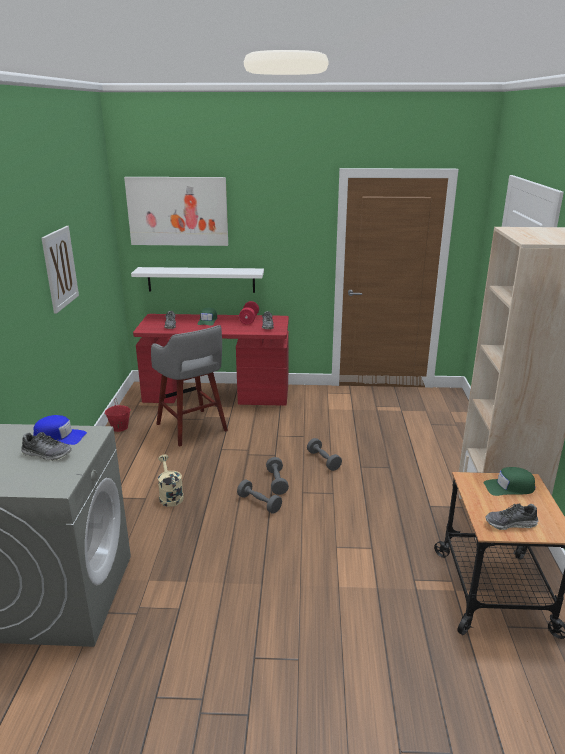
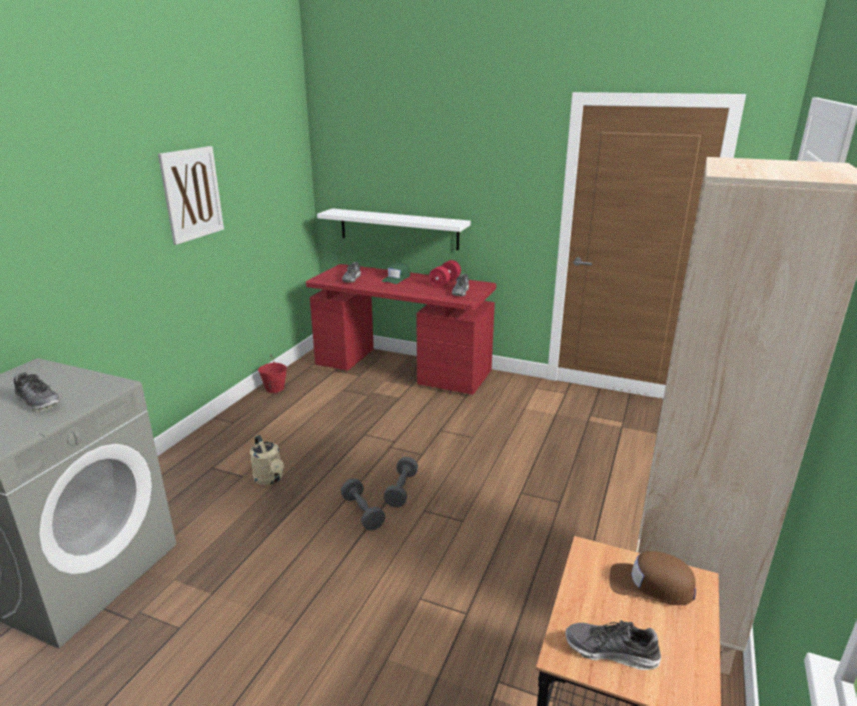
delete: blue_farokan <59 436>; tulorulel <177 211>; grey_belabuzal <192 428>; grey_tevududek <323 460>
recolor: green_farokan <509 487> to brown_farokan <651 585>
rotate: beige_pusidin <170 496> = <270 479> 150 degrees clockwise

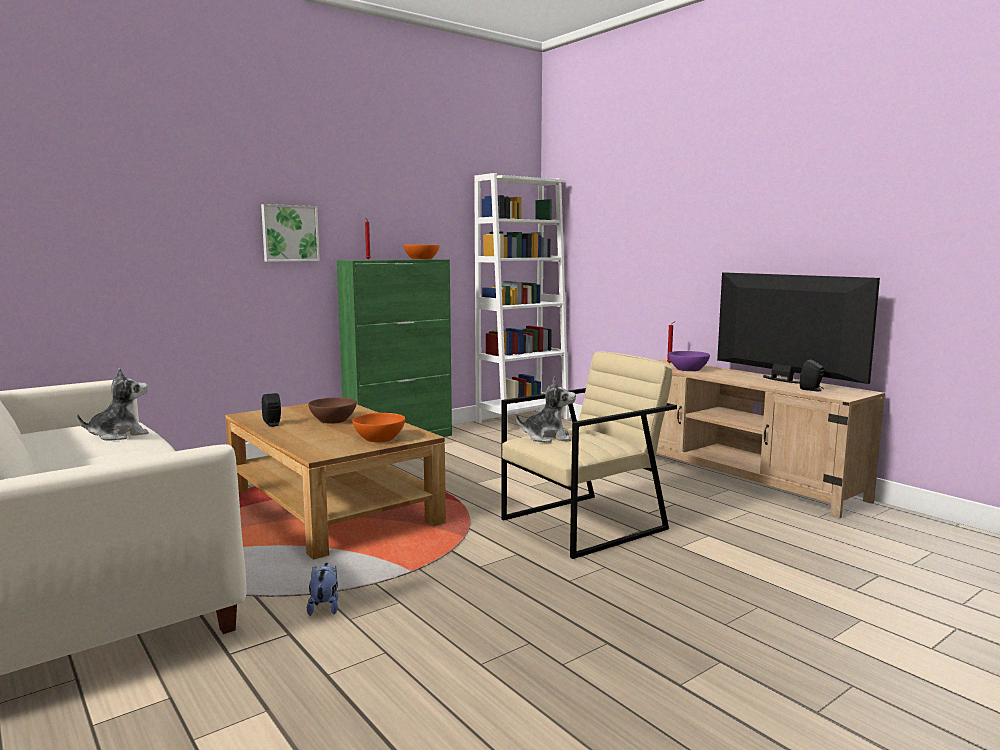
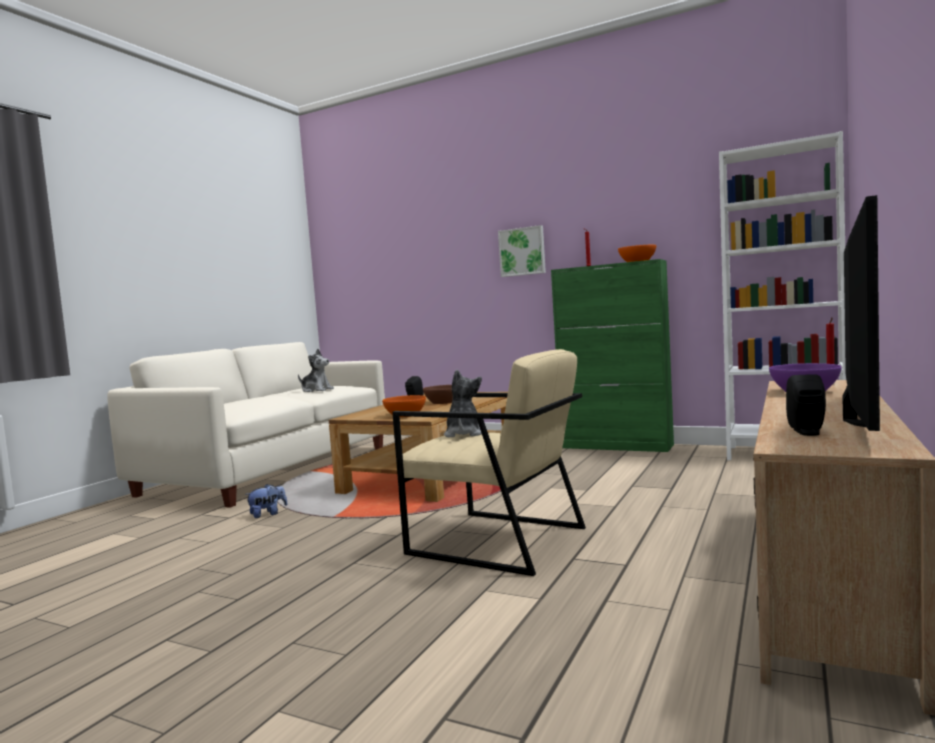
rotate: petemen <547 437> = <463 434> 150 degrees counterclockwise

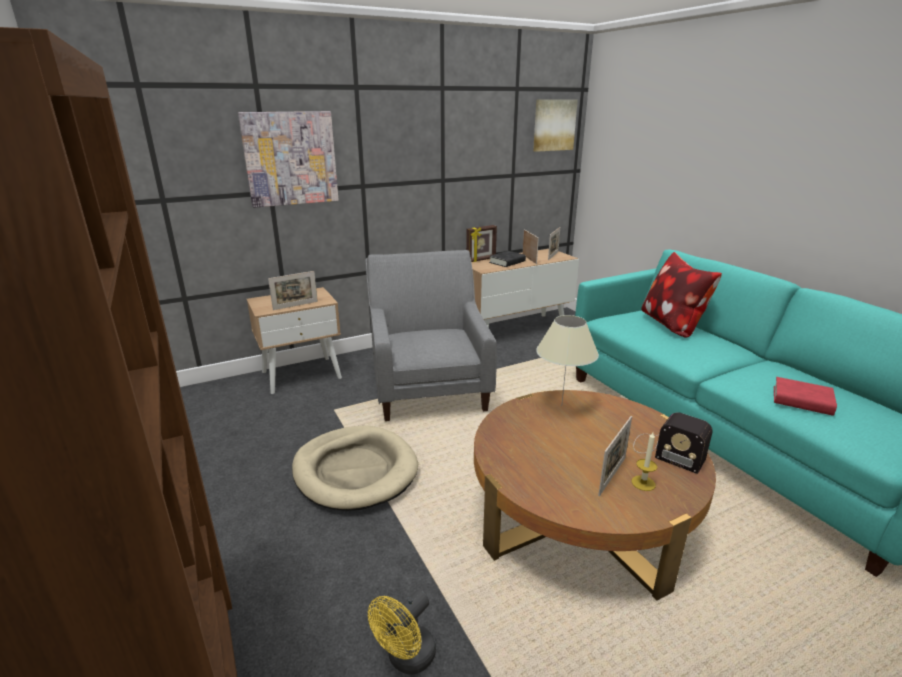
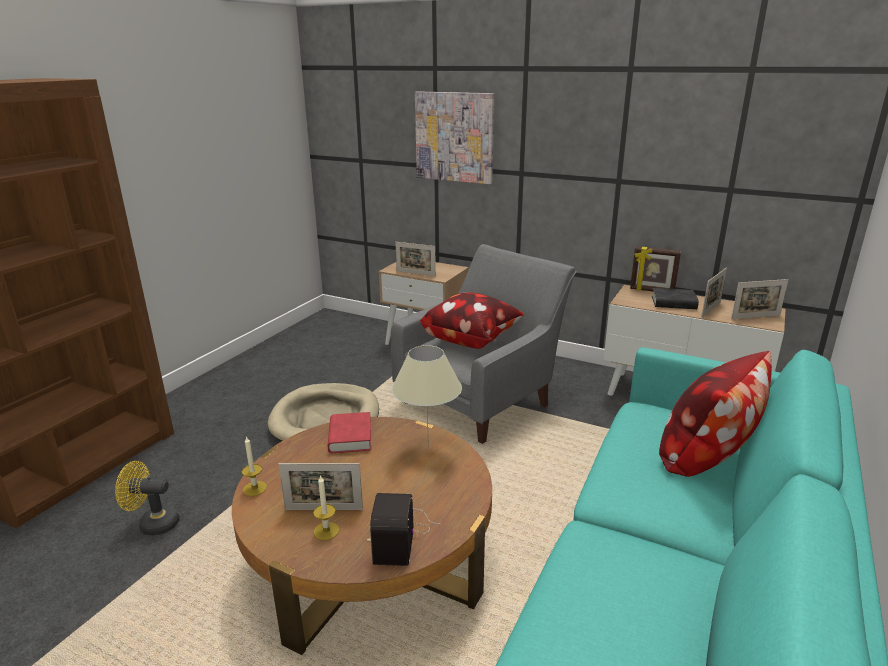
delete: tulorulel <554 125>
insert: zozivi <255 488>; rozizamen <471 339>
move: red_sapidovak <802 401> to <350 437>

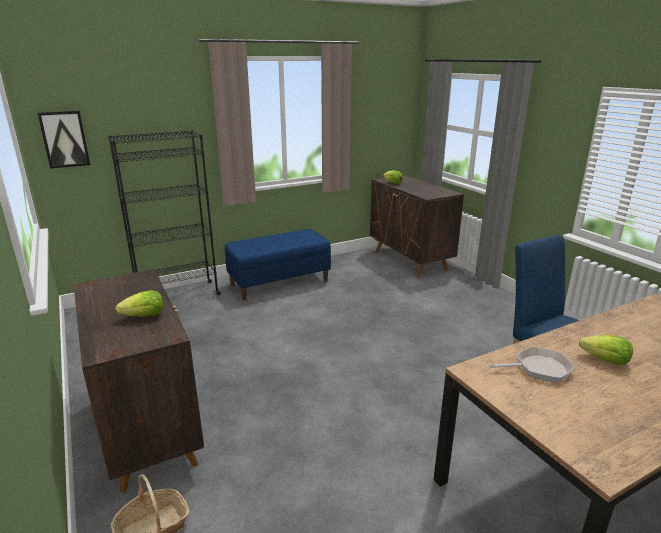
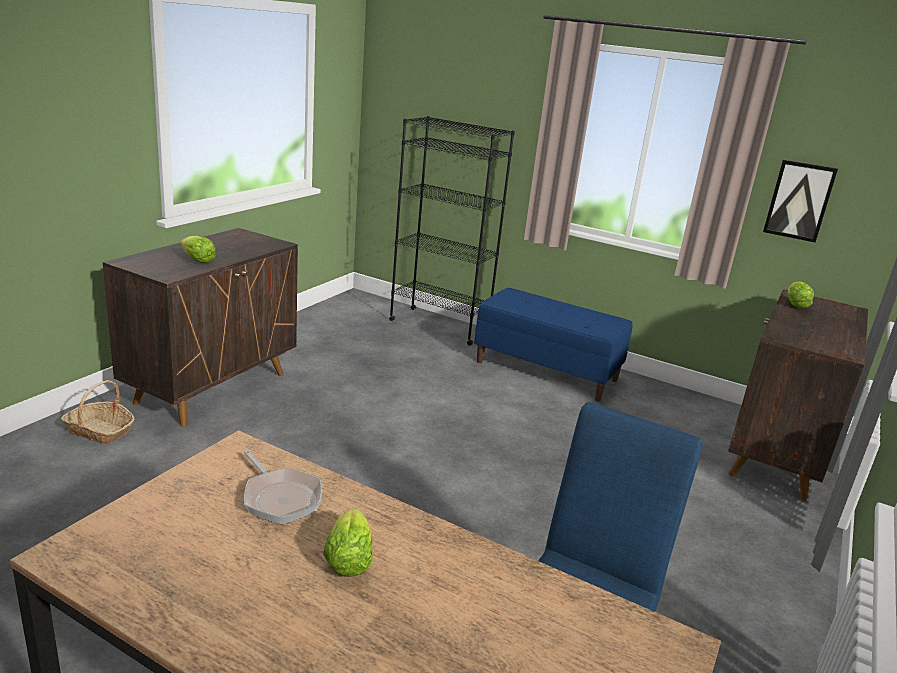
move: tulorulel <64 139> to <799 200>

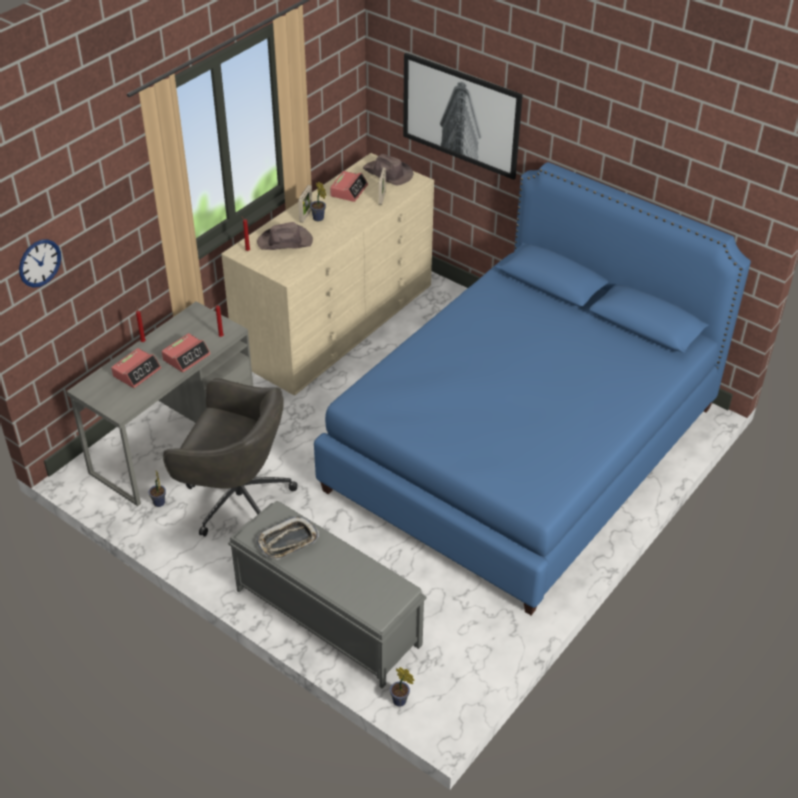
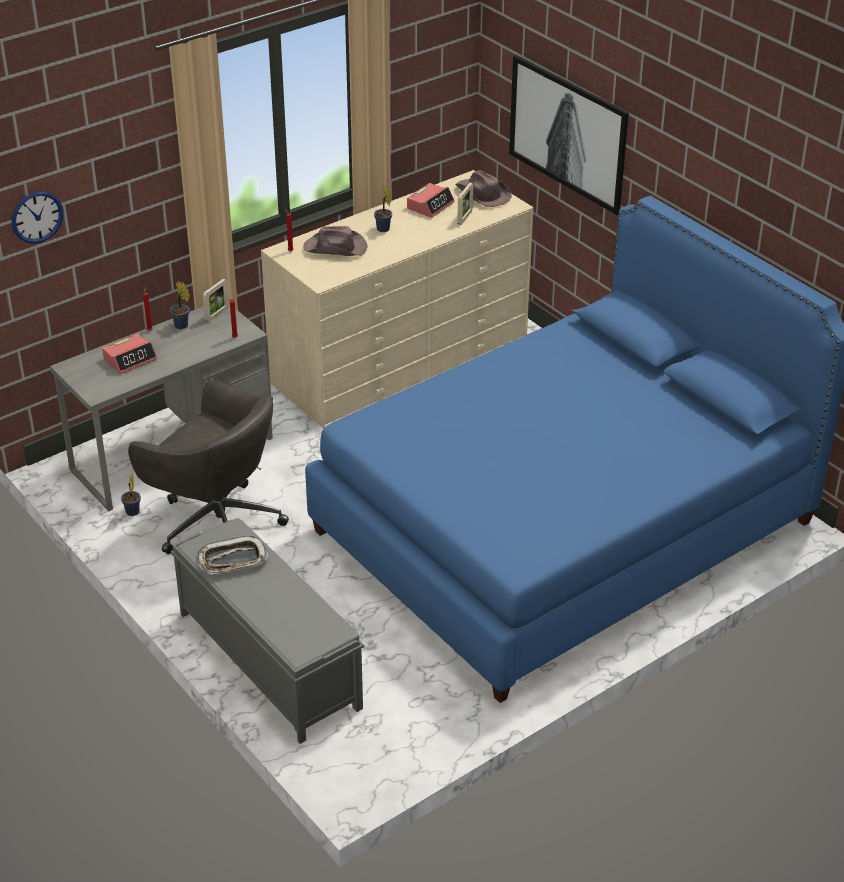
delete: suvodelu <186 357>
move: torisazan <306 215> to <217 314>; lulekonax <401 701> to <182 326>

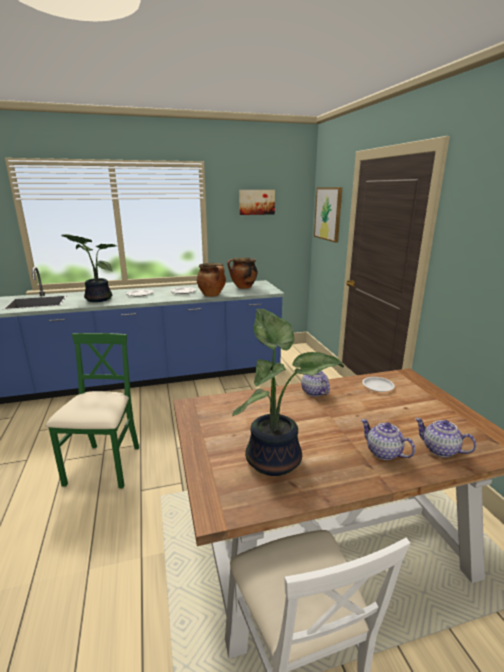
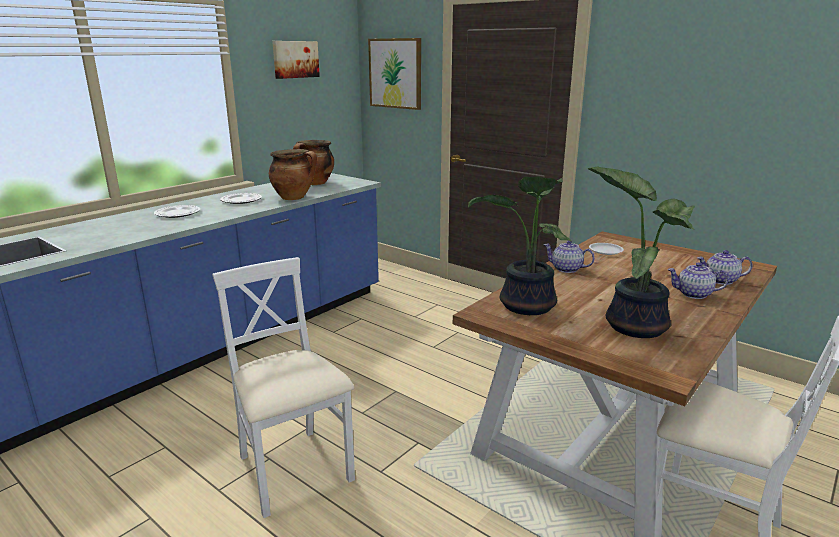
move: lulekonax <97 299> to <525 307>
recolor: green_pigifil <104 466> to white_pigifil <294 470>

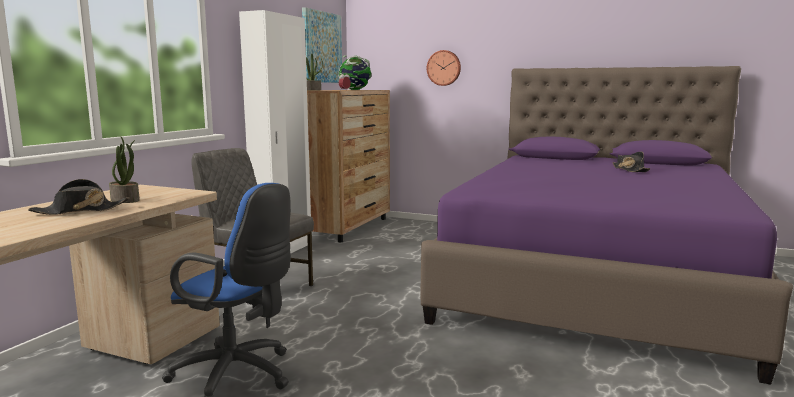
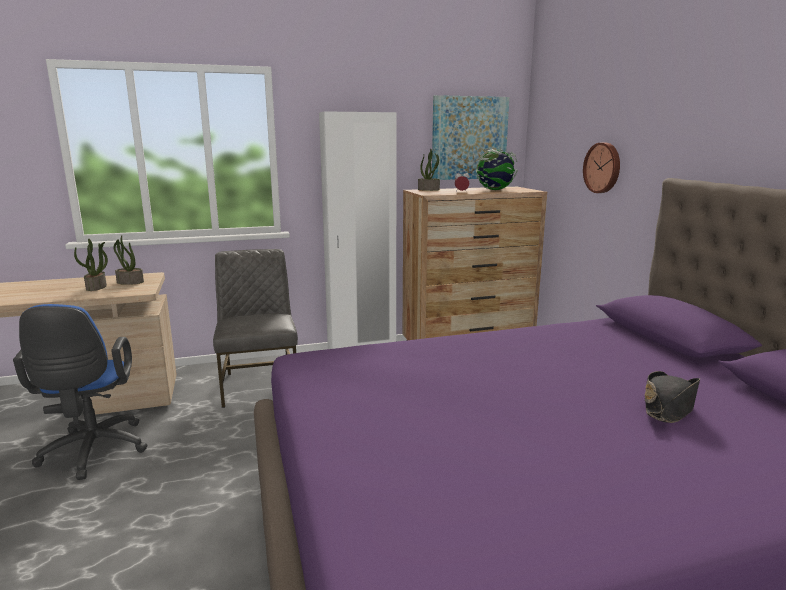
delete: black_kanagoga <81 211>
insert: lulekonax <129 282>

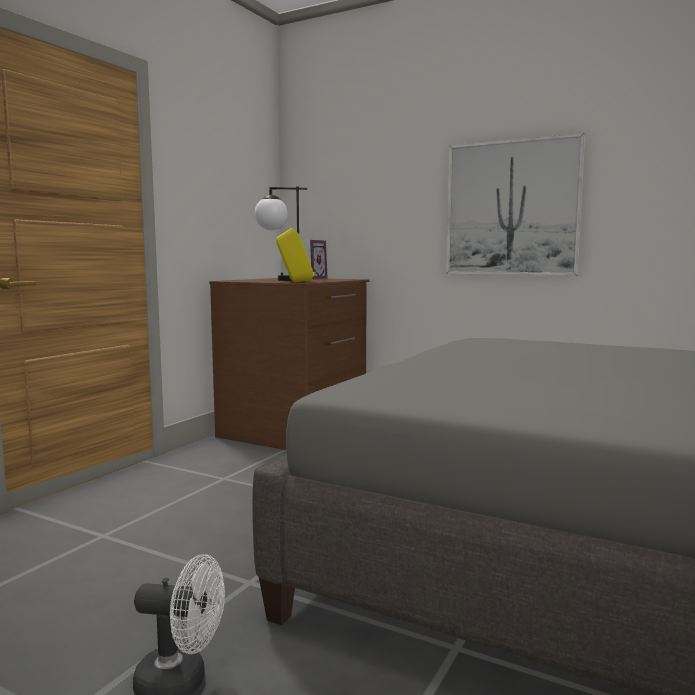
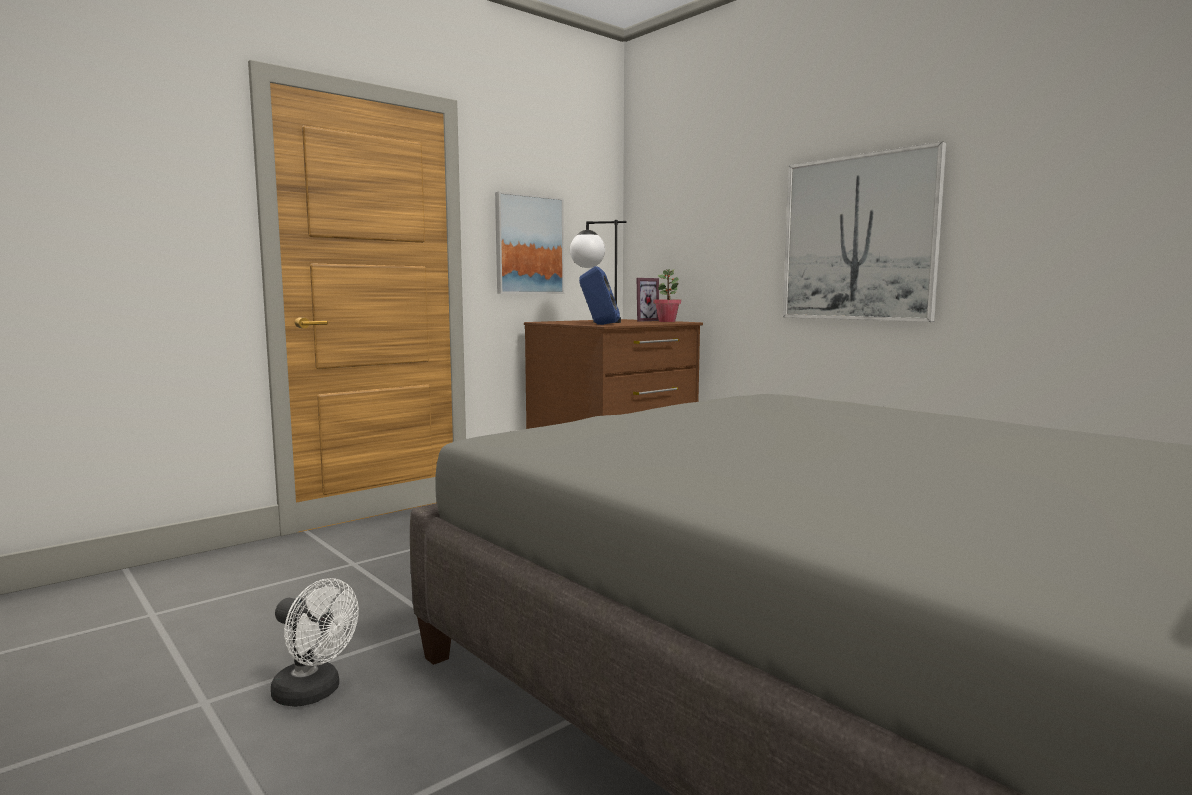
insert: tulorulel <529 245>; lulekonax <667 321>
recolor: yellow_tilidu <295 282> to blue_tilidu <599 324>

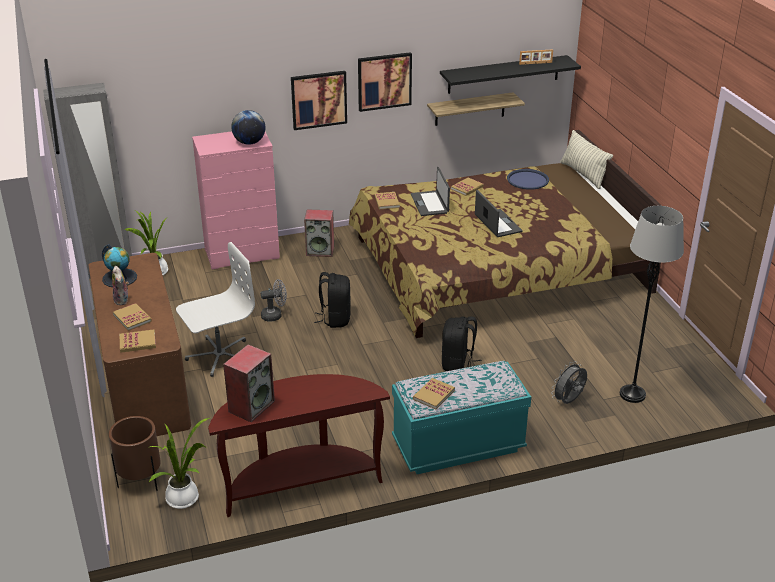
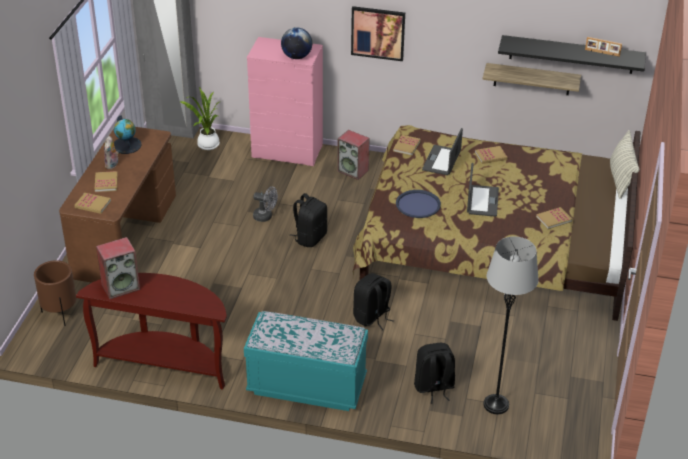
delete: lulekonax <185 498>; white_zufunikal <219 356>; tulorulel <384 81>
move: sapidovak <433 395> to <553 219>; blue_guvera <528 180> to <418 204>
replace: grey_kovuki <568 401> to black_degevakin <433 387>

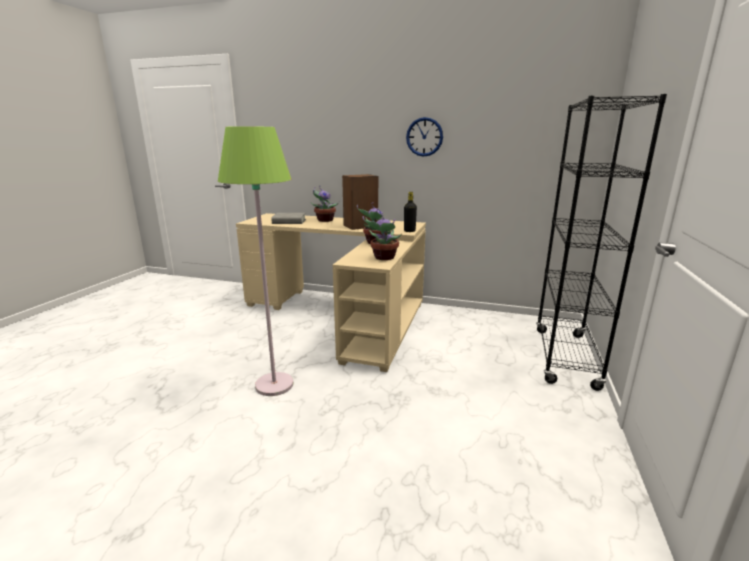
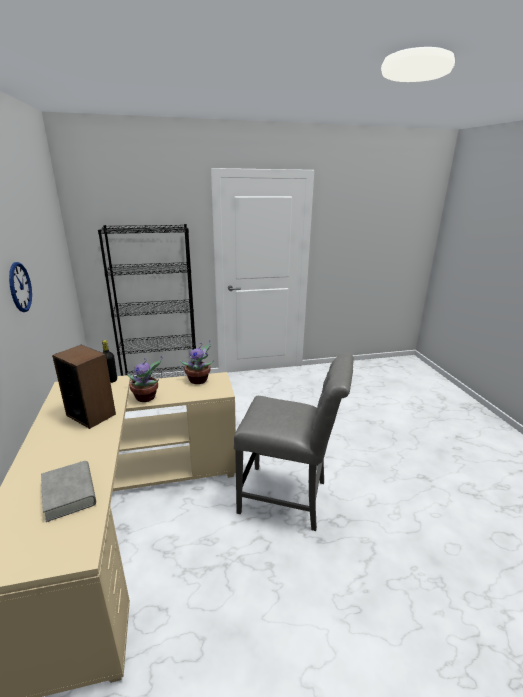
delete: lulekonax <324 220>
replace: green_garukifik <274 385> to grey_pigifil <288 498>

